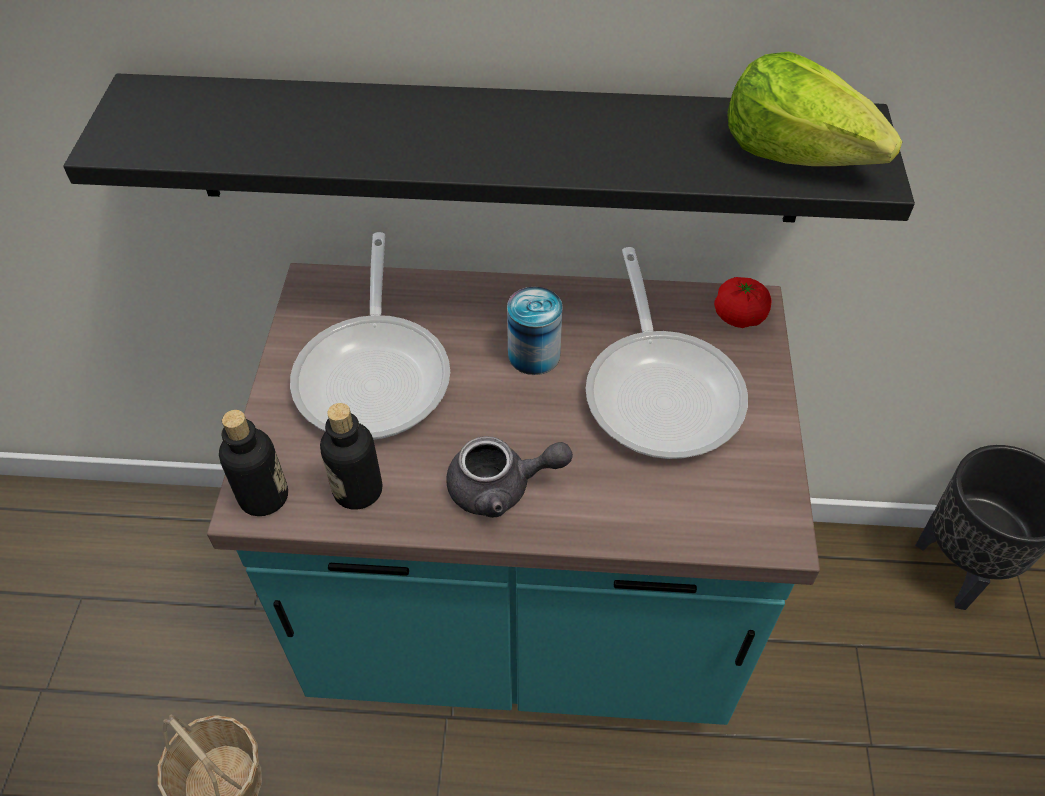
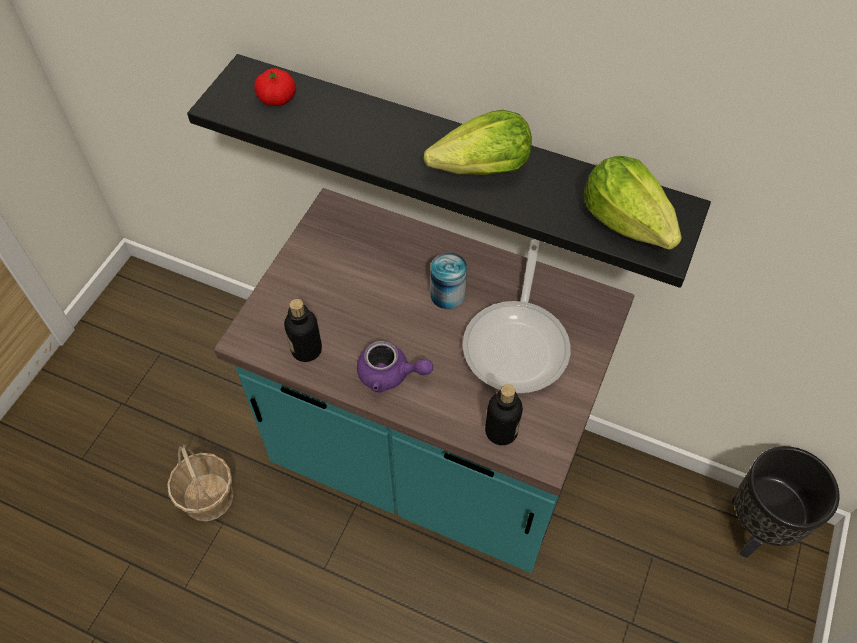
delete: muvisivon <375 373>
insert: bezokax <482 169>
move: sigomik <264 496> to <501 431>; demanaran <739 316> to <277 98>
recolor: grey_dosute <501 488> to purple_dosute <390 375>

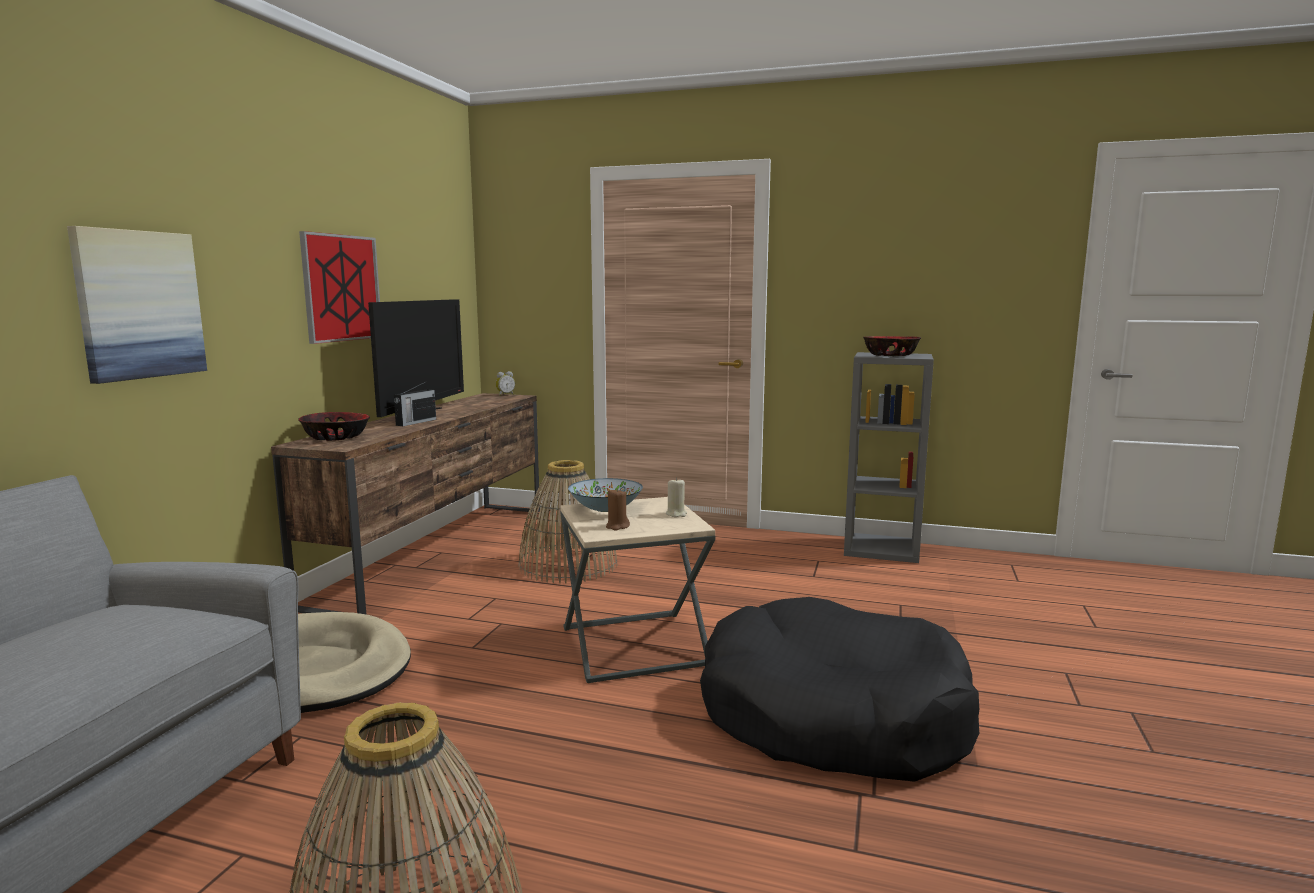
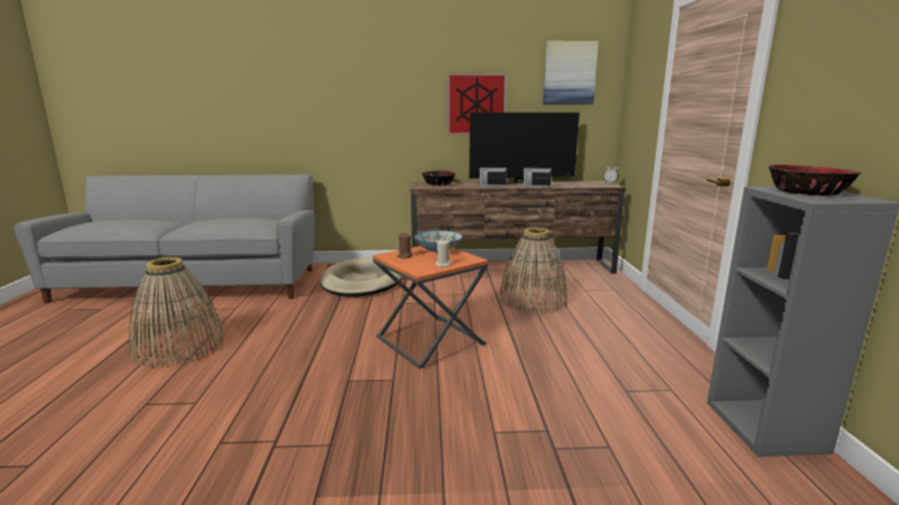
delete: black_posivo <832 716>
insert: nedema <536 186>
move: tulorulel <139 304> to <569 73>
recolor: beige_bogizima <634 646> to orange_bogizima <430 341>

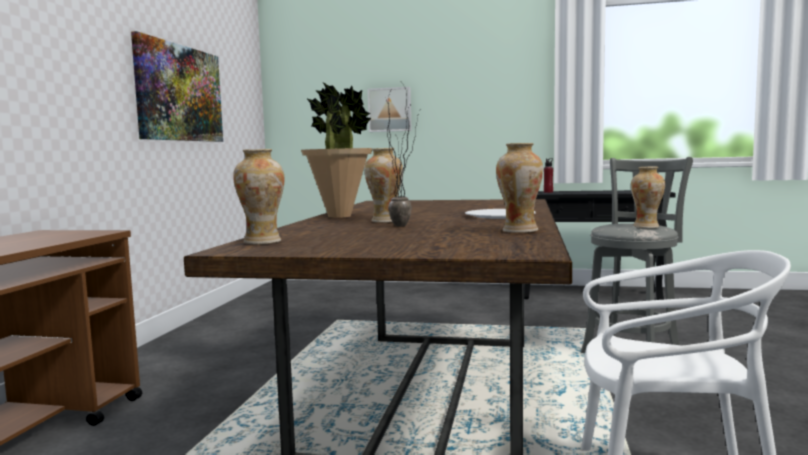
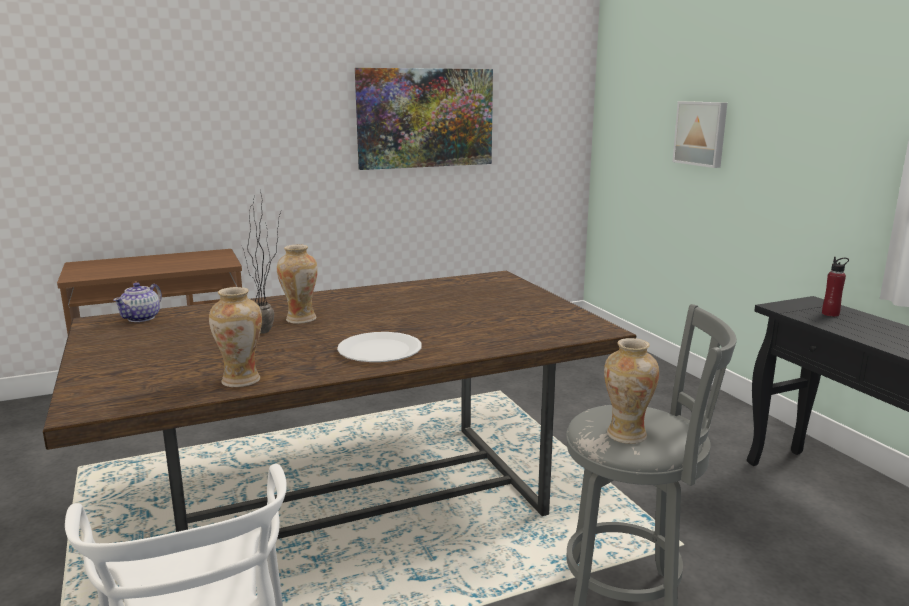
delete: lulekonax <340 216>
replace: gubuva <262 242> to dosute <141 318>

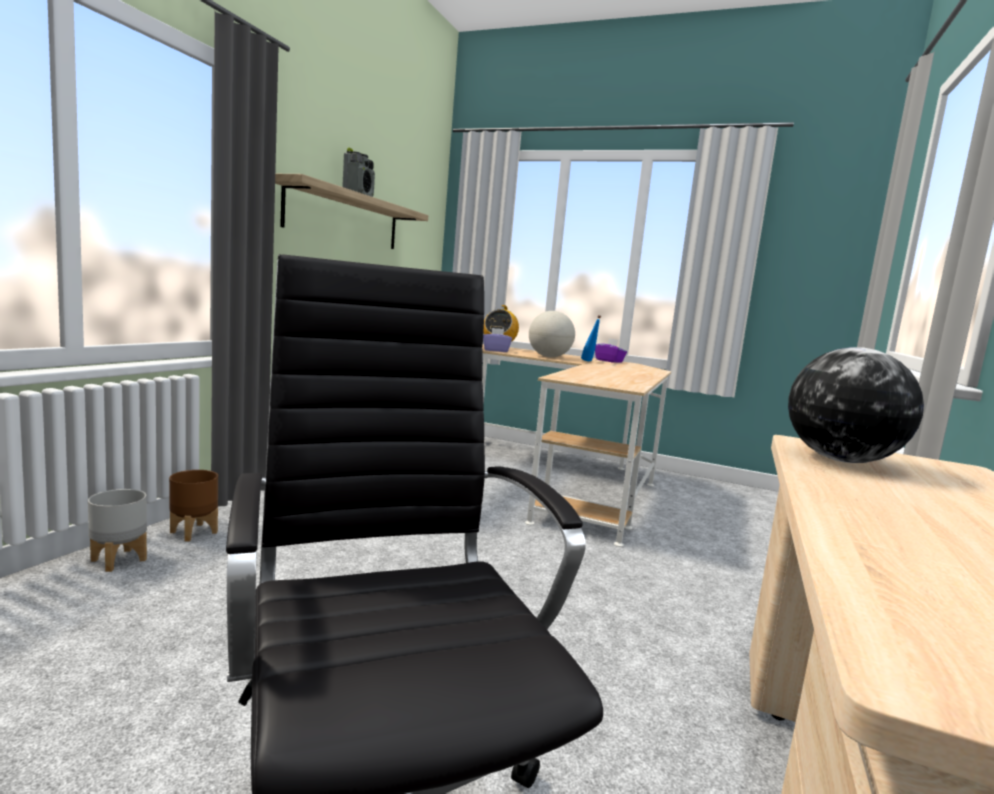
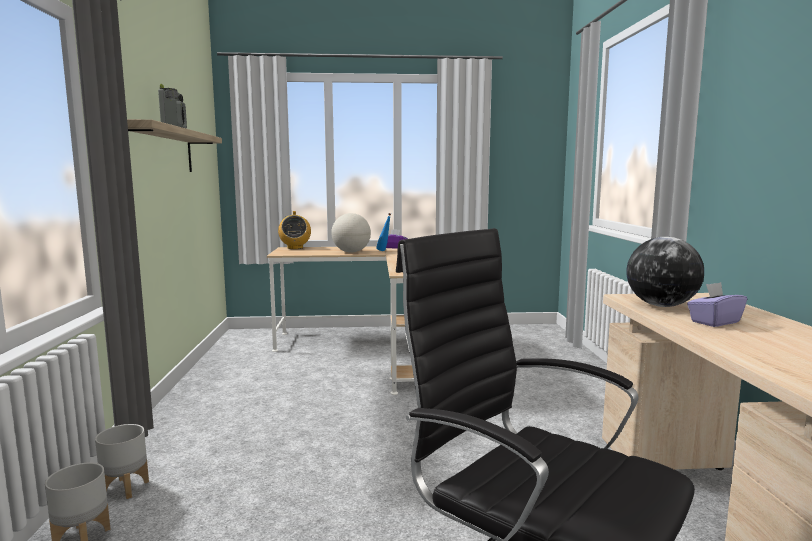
move: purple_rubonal <496 350> to <714 322>
recolor: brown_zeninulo <194 532> to grey_zeninulo <125 487>

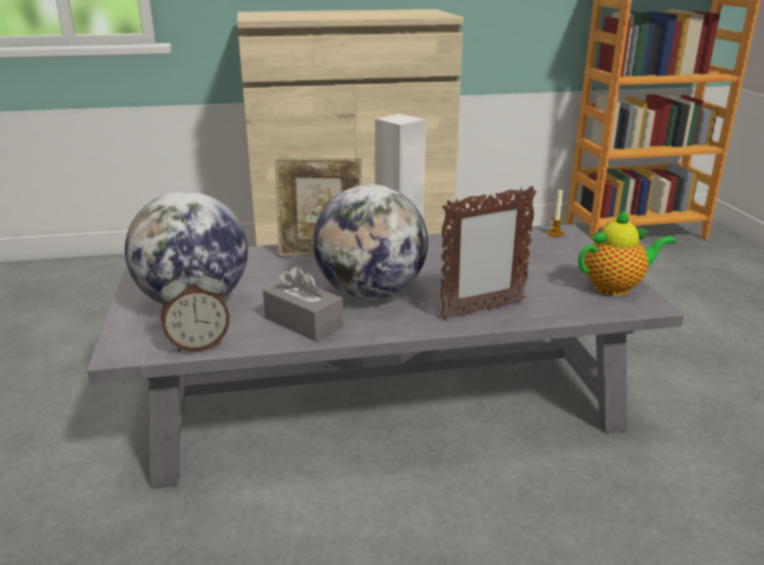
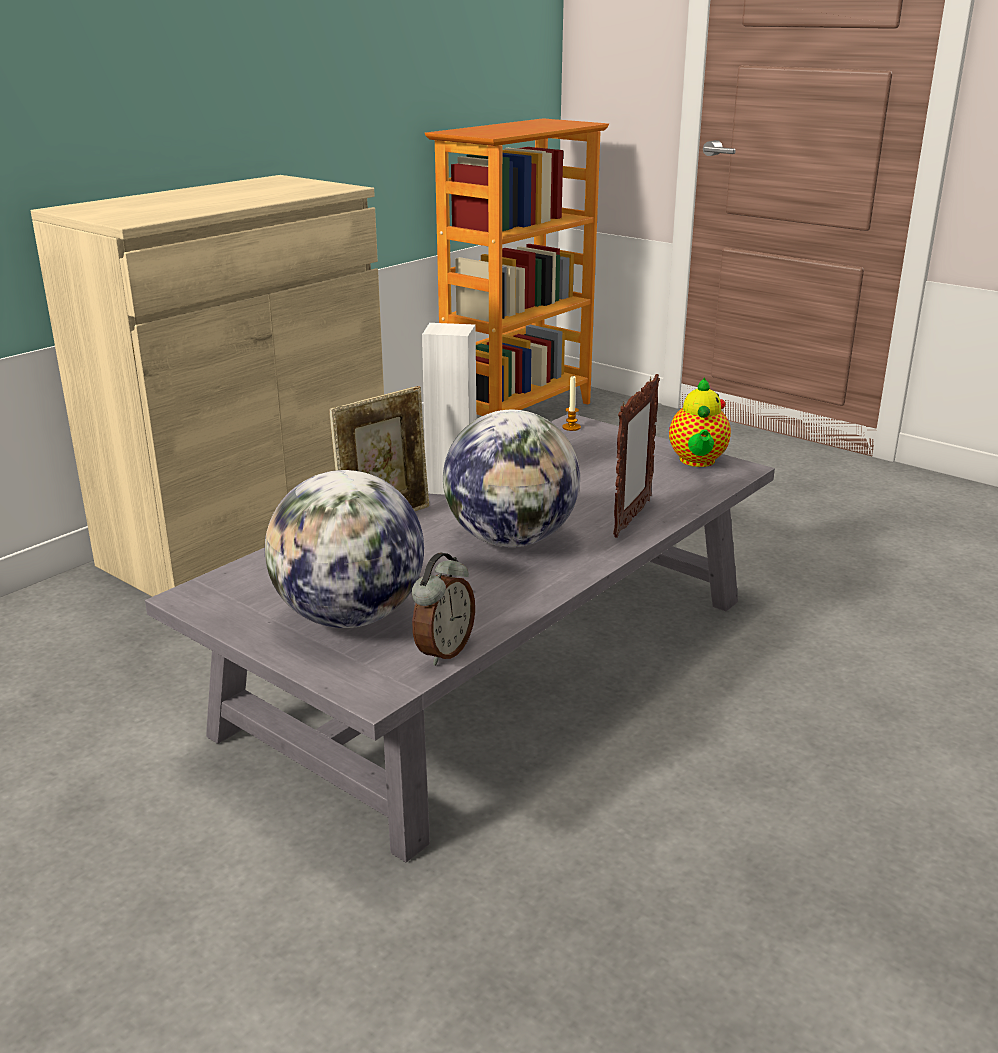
delete: grey_rubonal <303 322>
rotate: dosute <616 287> = <697 462> 150 degrees clockwise

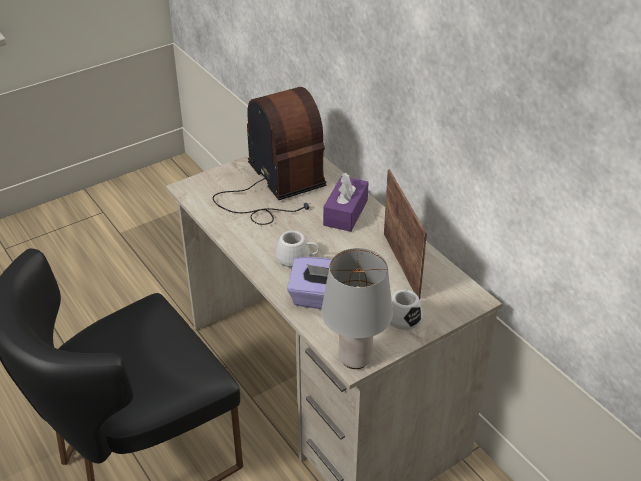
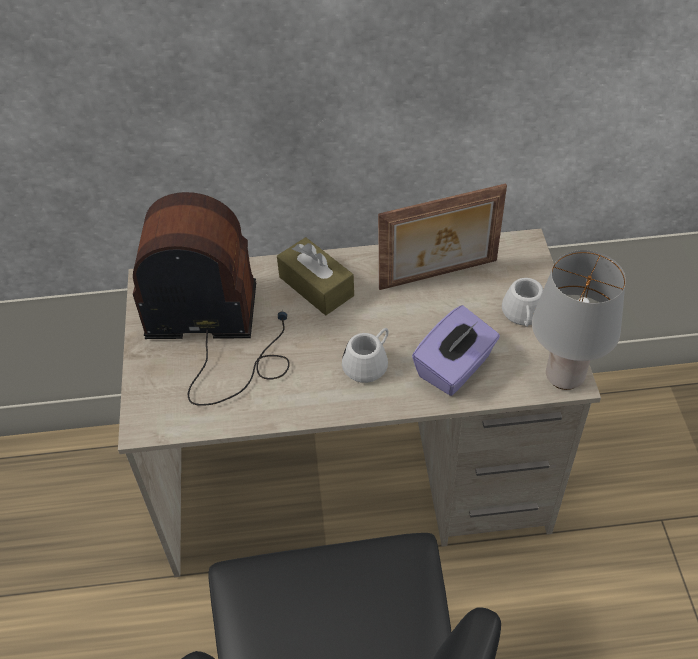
recolor: purple_rubonal <345 212> to brown_rubonal <316 286>
rotate: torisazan <403 265> = <439 276> 150 degrees clockwise

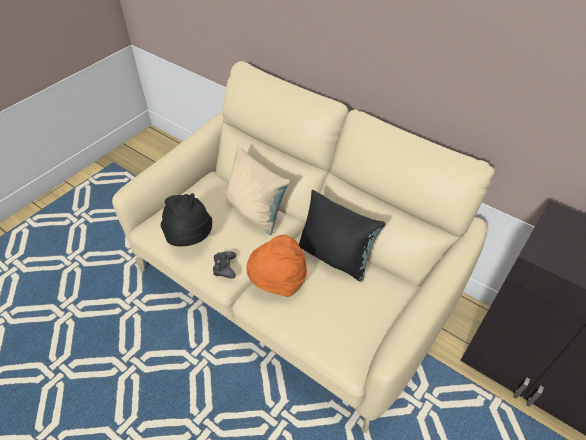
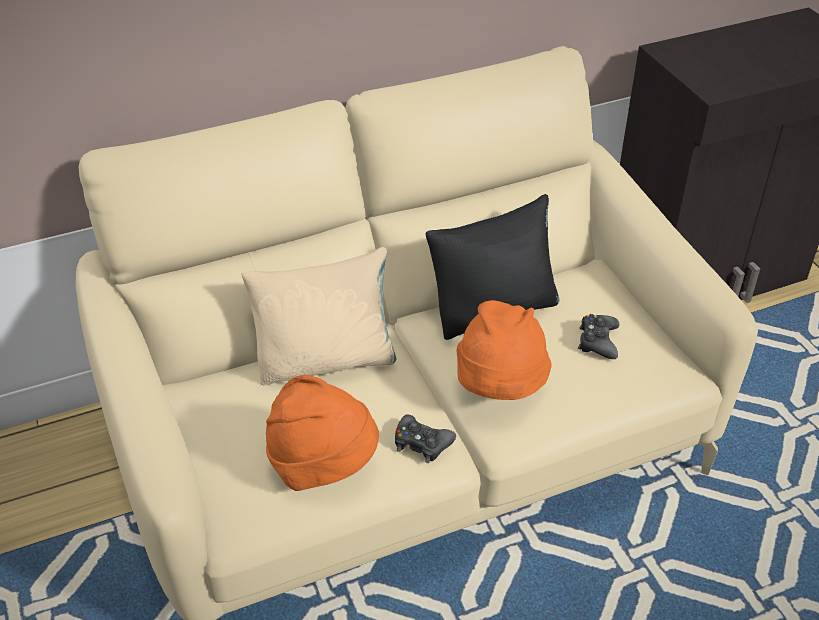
insert: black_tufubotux <598 341>
recolor: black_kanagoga <189 239> to orange_kanagoga <323 466>

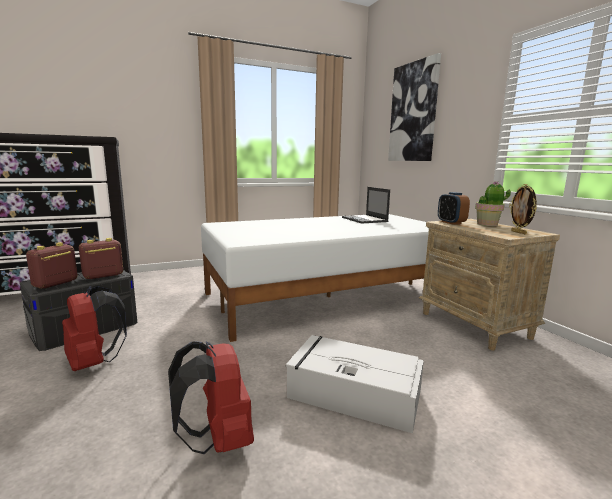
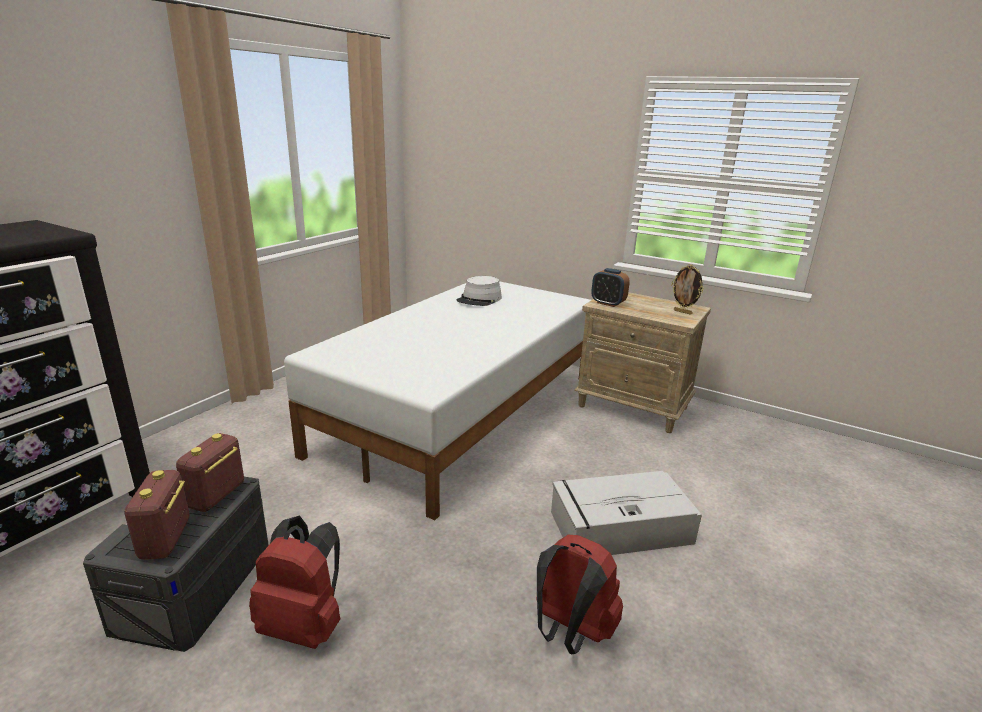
delete: tulorulel <413 112>; lulekonax <487 224>
replace: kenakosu <365 219> to grey_kanagoga <479 299>

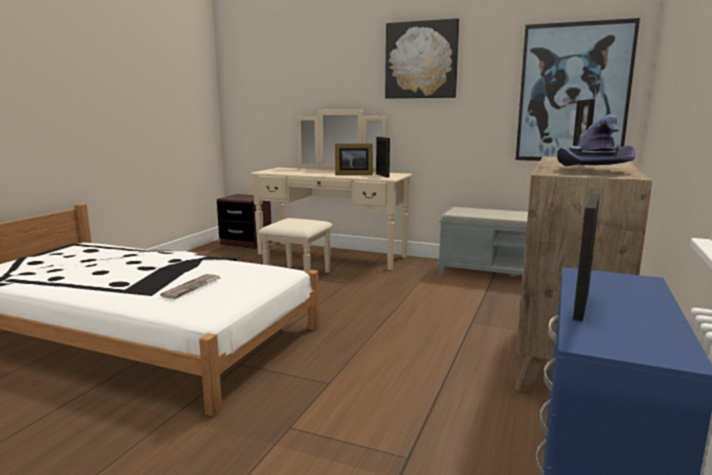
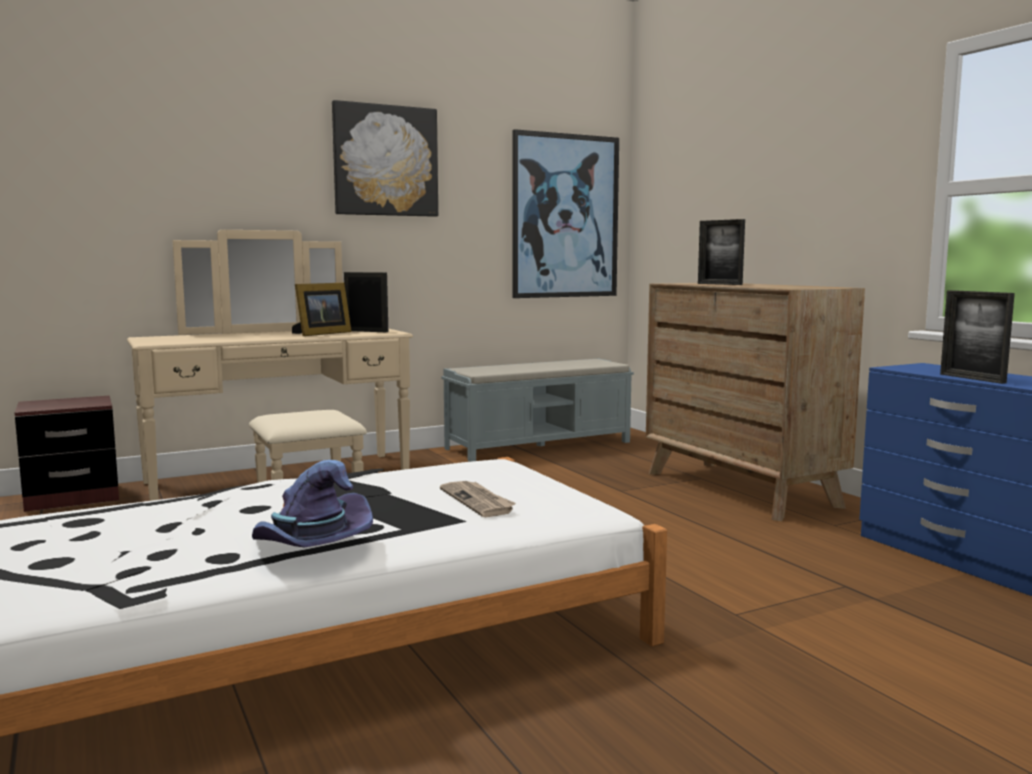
move: purple_kanagoga <590 170> to <309 546>

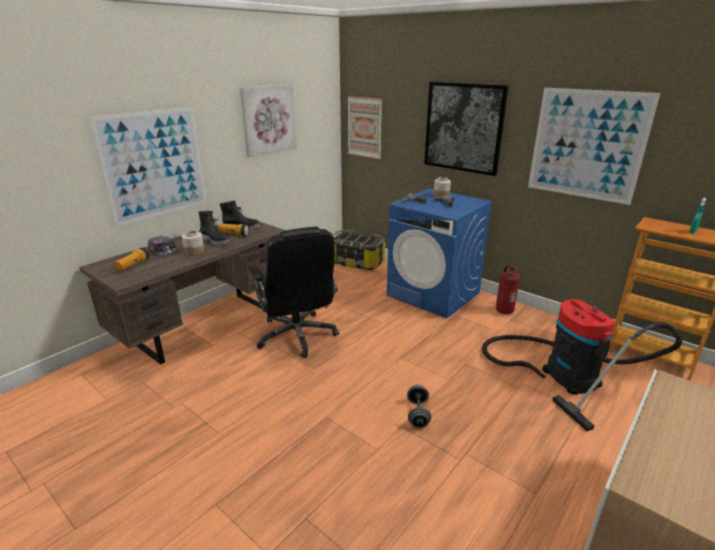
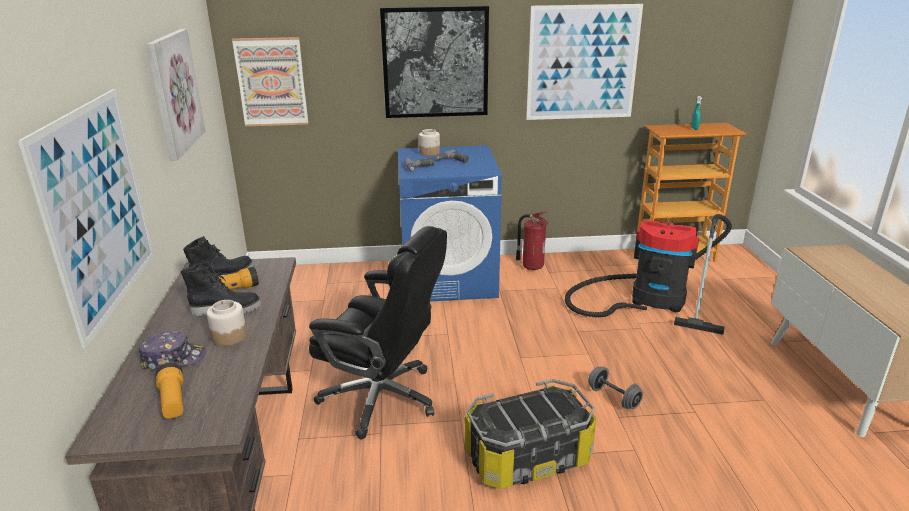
move: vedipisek <357 262> to <527 457>

